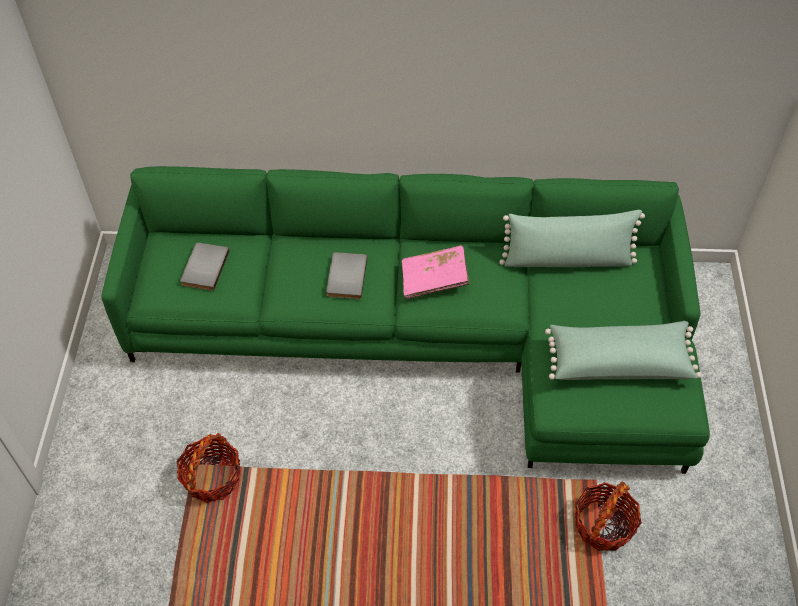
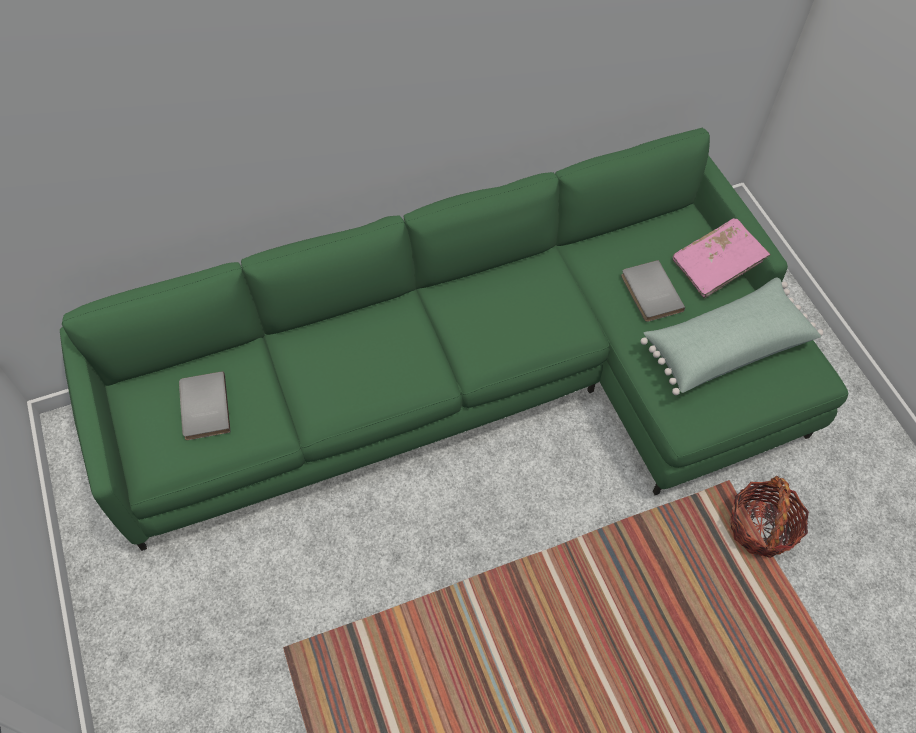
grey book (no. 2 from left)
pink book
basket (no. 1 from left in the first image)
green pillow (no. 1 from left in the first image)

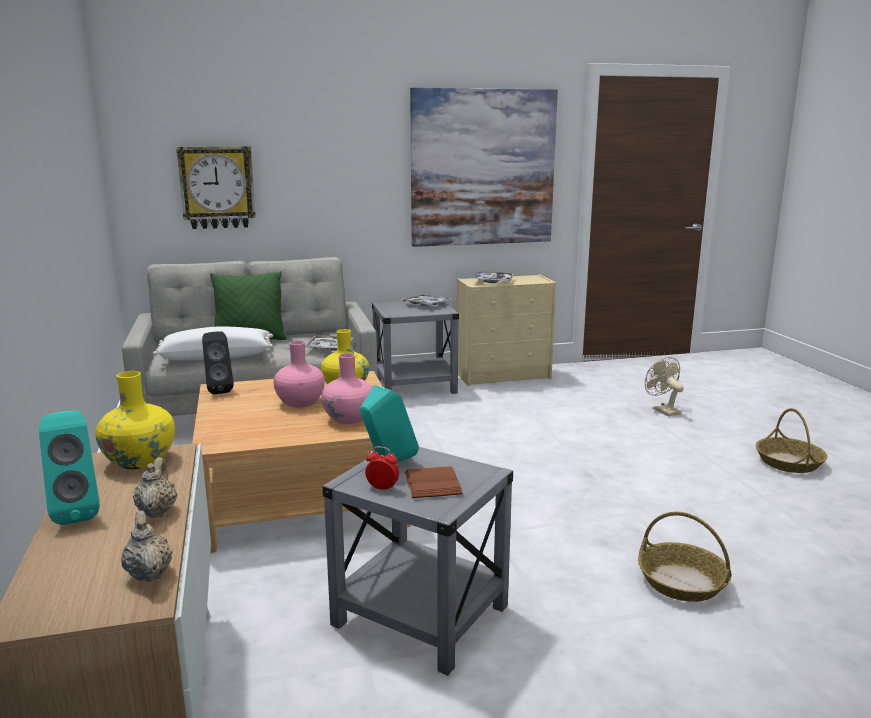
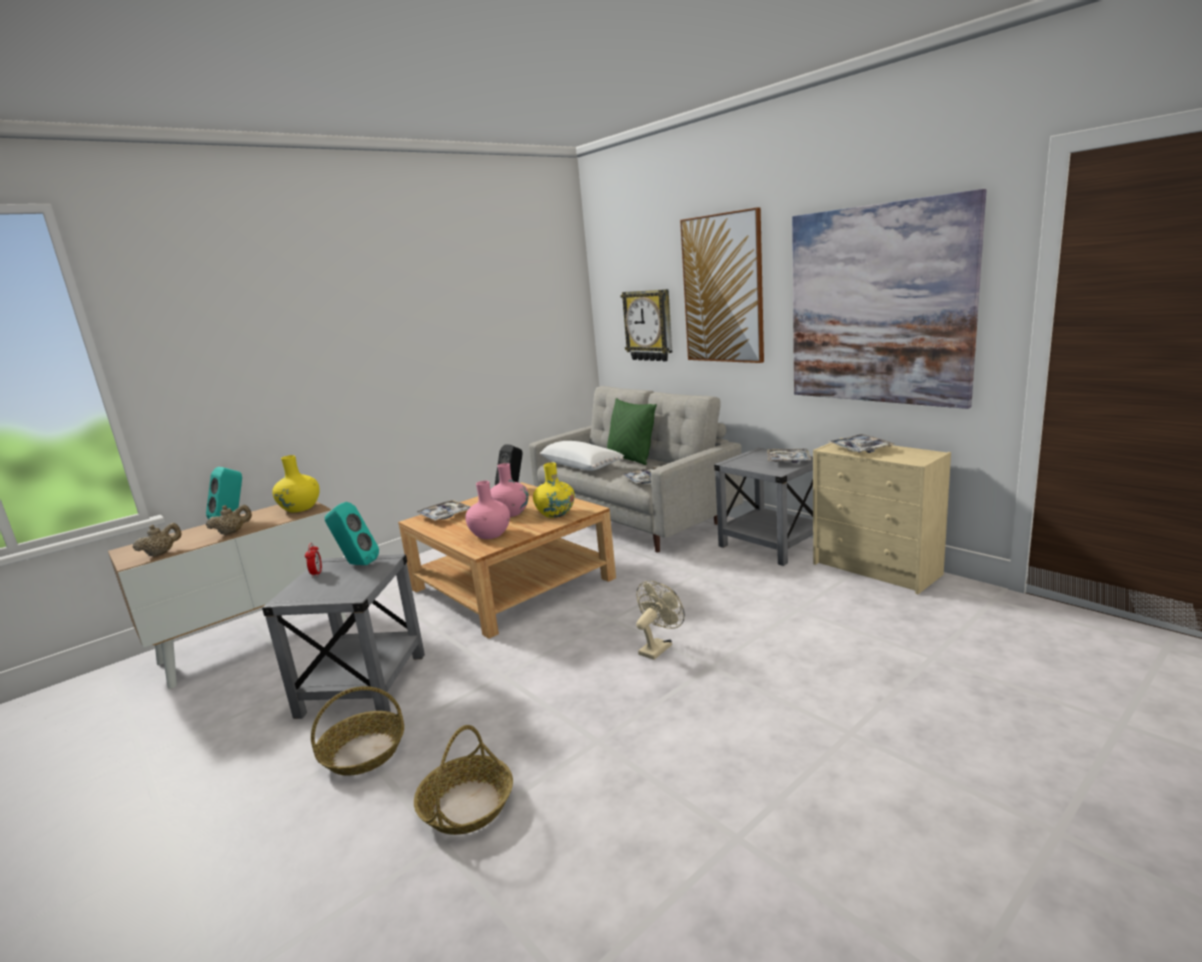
basket (no. 1 from left)
tray (no. 1 from left)
beige fan
picture (no. 1 from left)
brown book

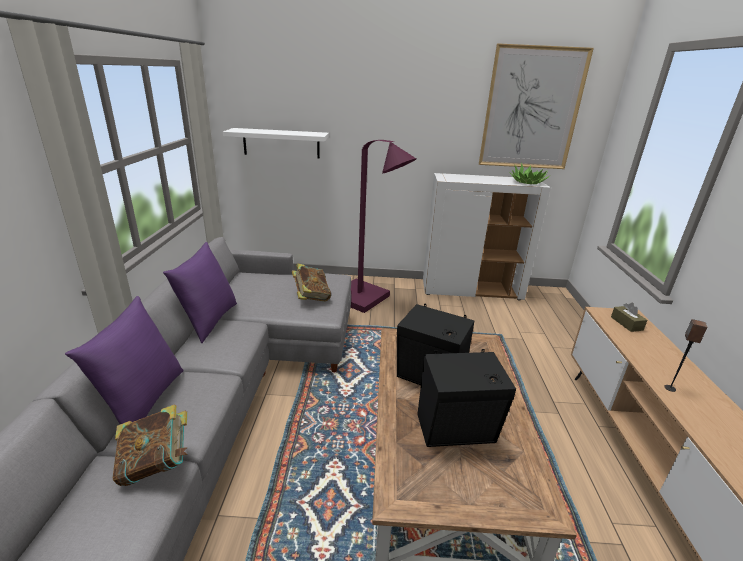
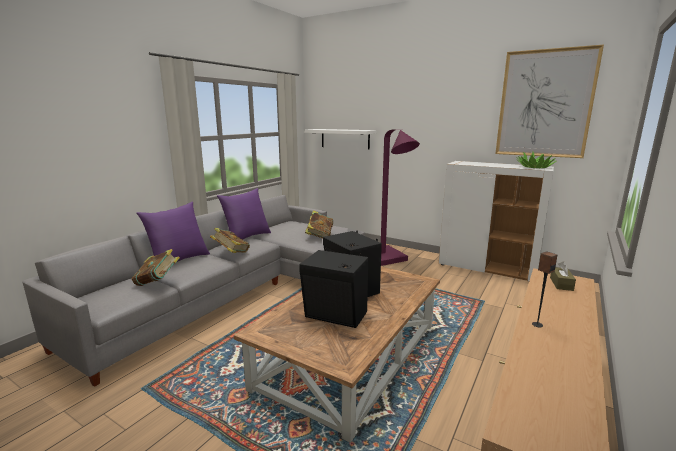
book (no. 2 from left)

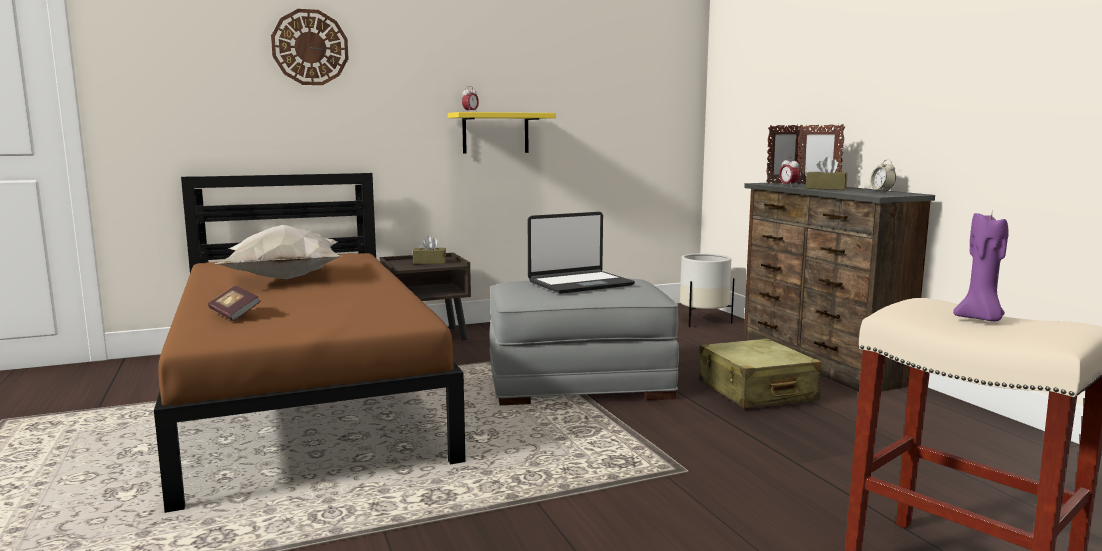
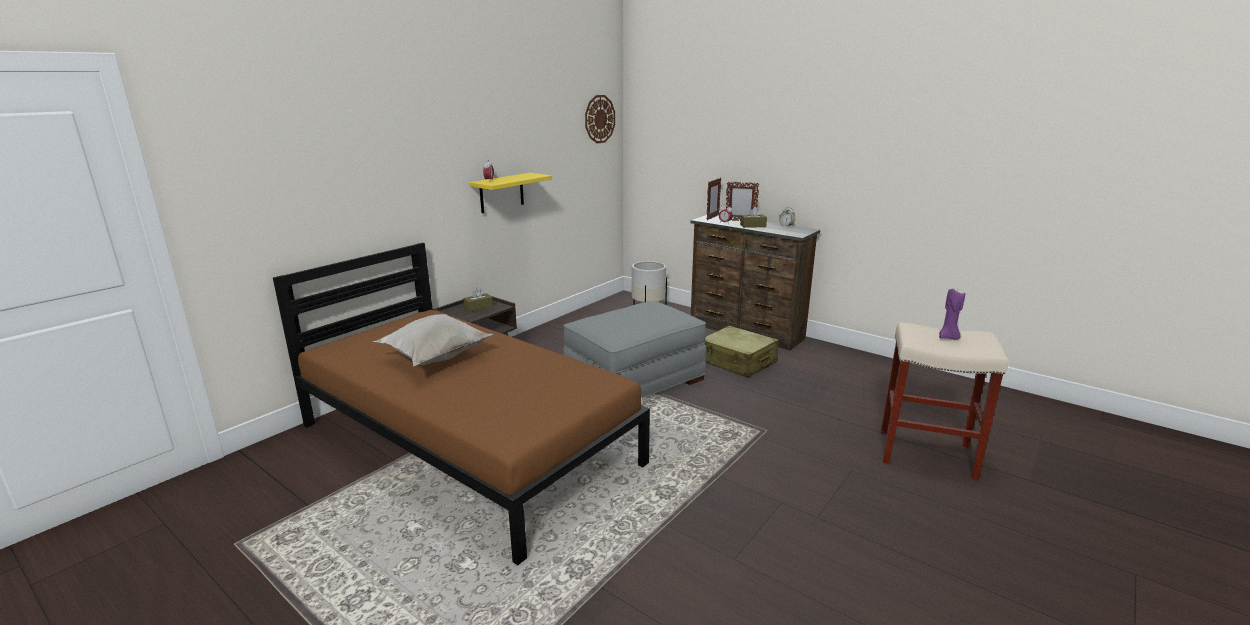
wall clock
book
laptop

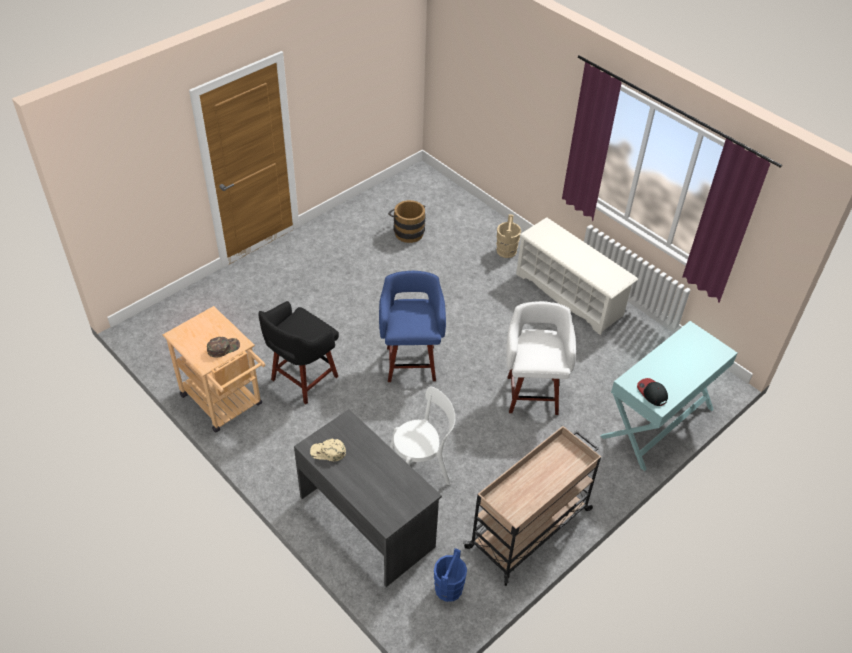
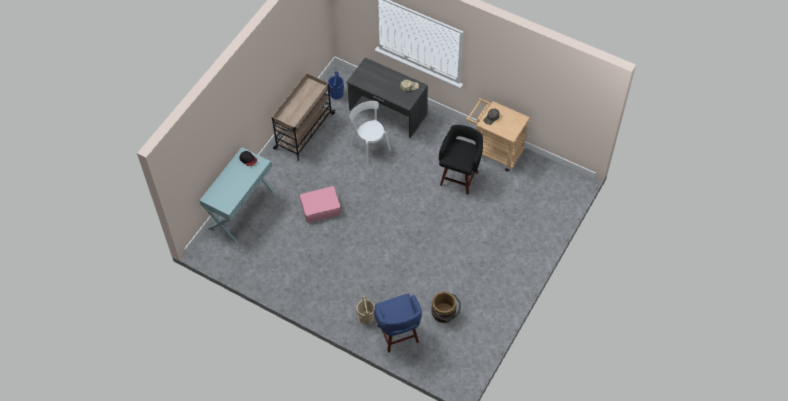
pink suitcase
white chair
blue stool
white shoe rack

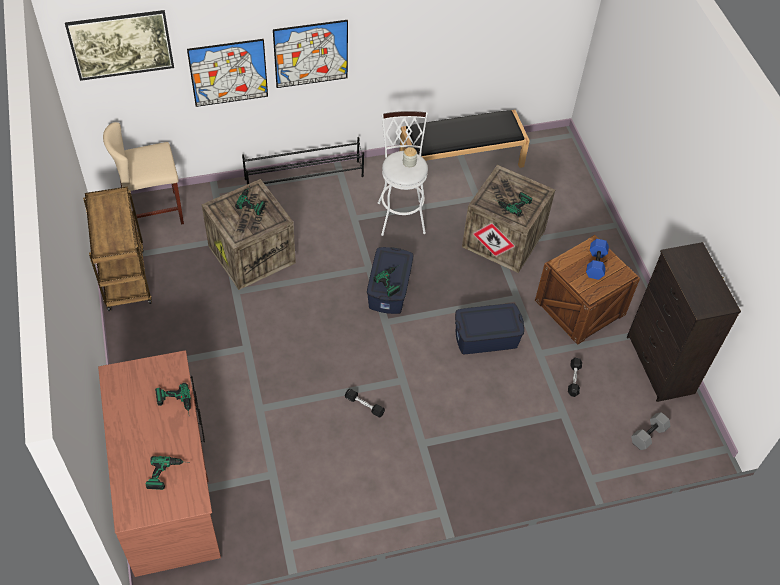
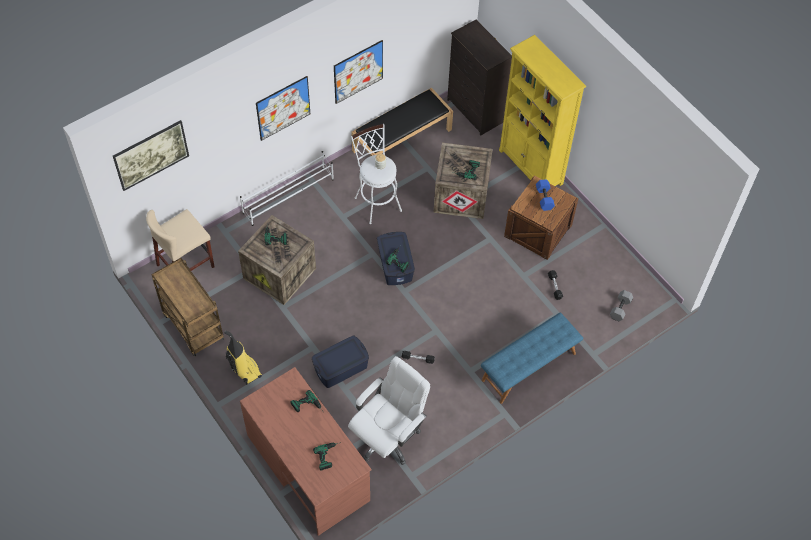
vacuum cleaner
white shoe rack
blue storage box (no. 1 from left)
picture (no. 3 from left)
white office chair
black dresser
blue bench
yellow bookcase

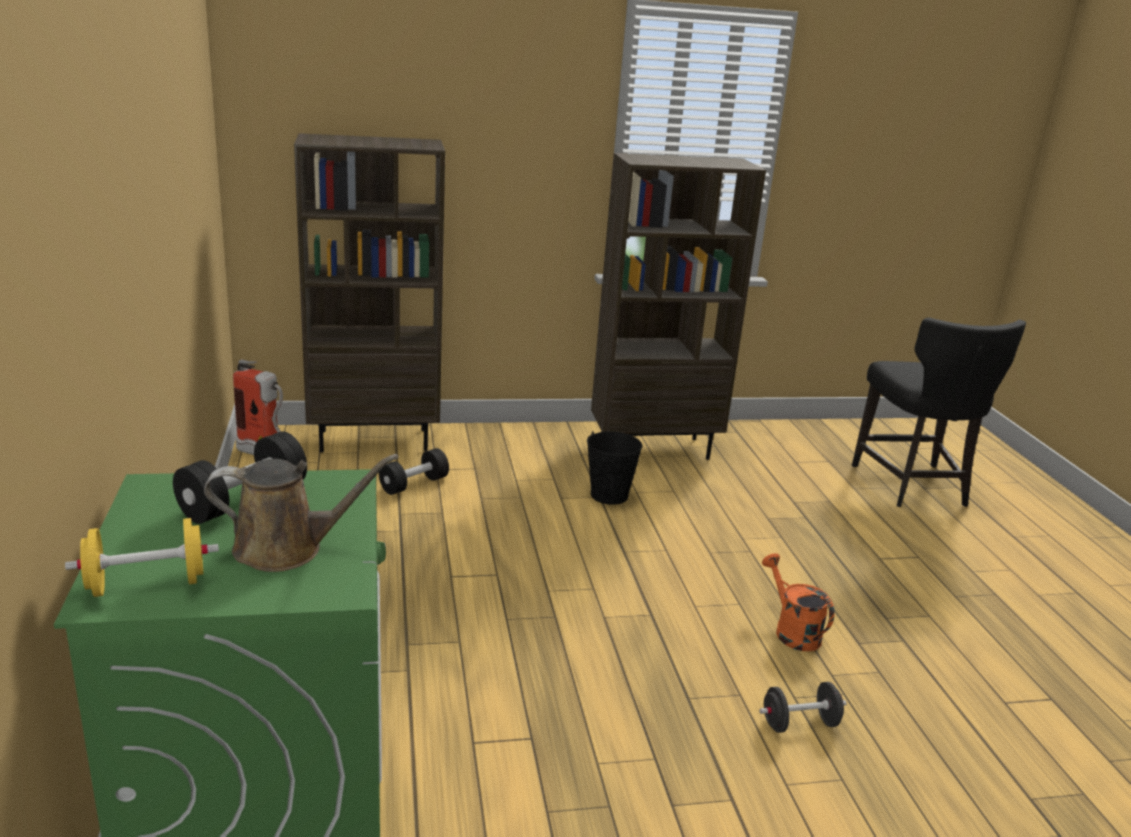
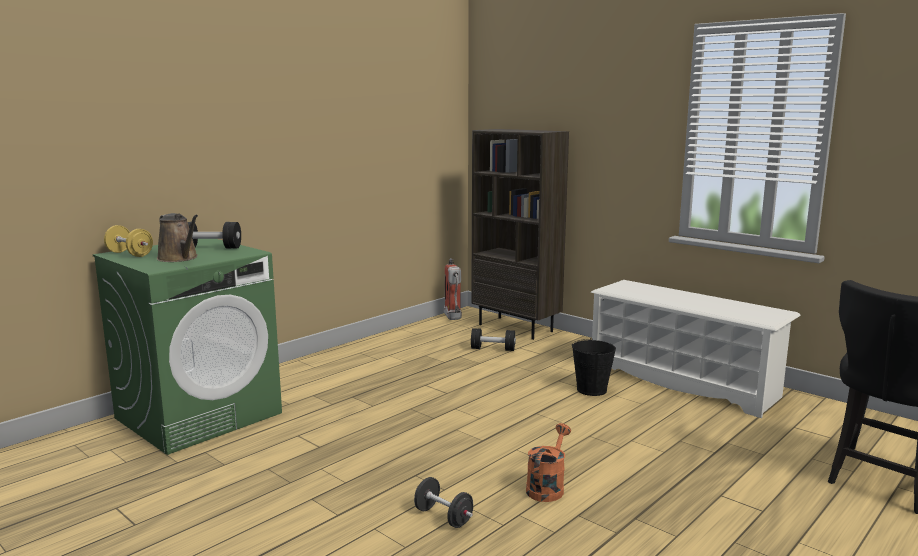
white shoe rack

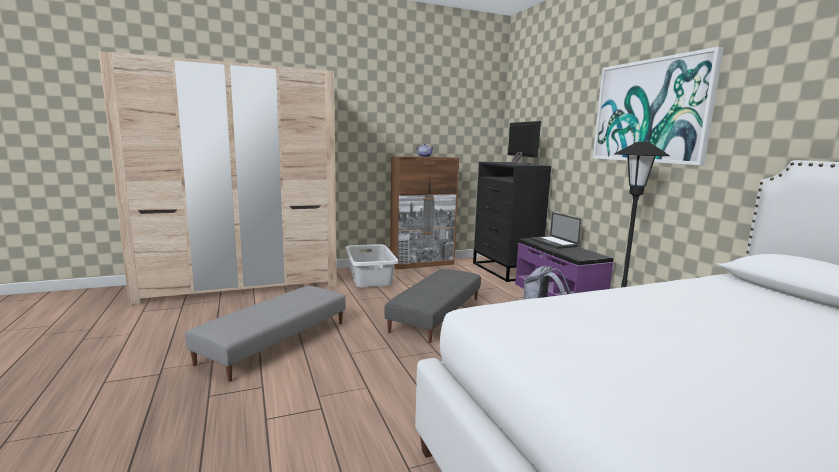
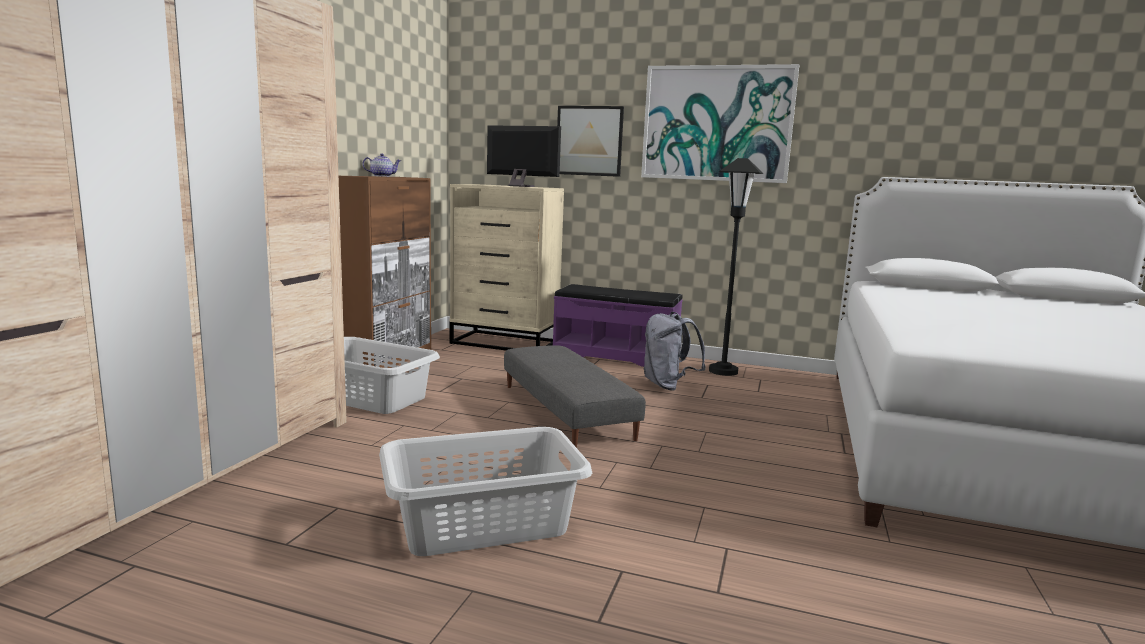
grey laundry basket (no. 2 from left)
beige dresser
picture (no. 1 from left)
laptop

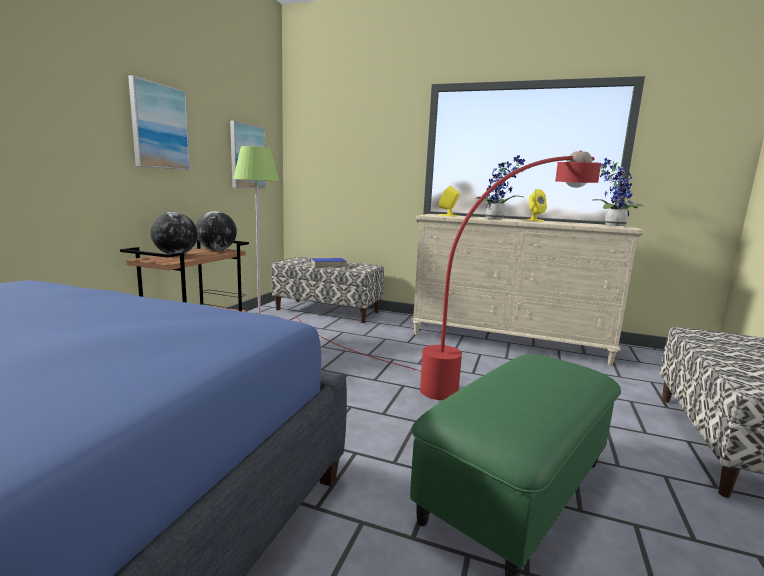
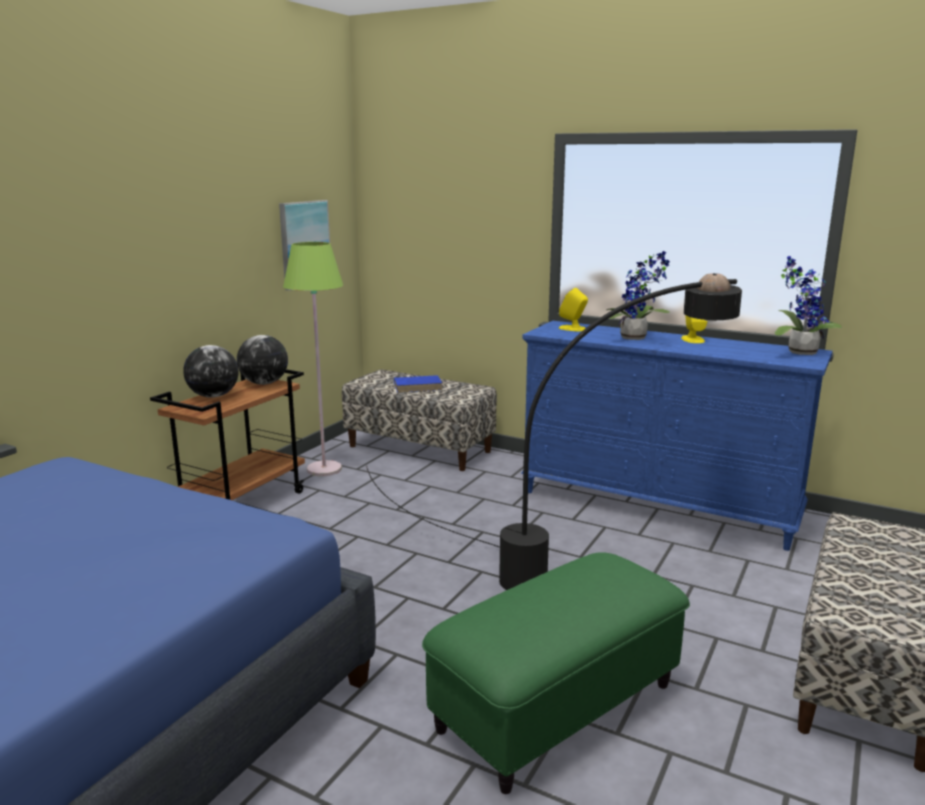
black floor lamp
blue dresser
picture (no. 1 from left in the first image)

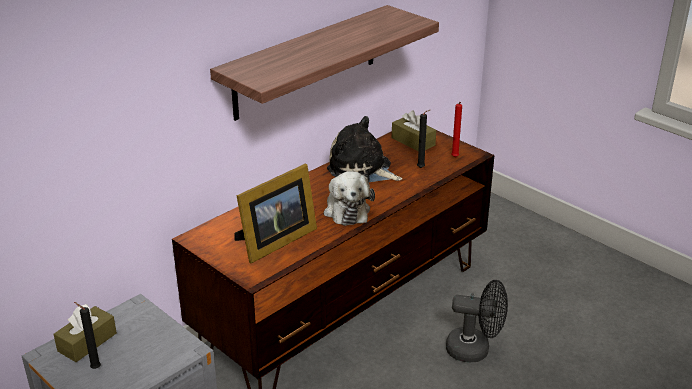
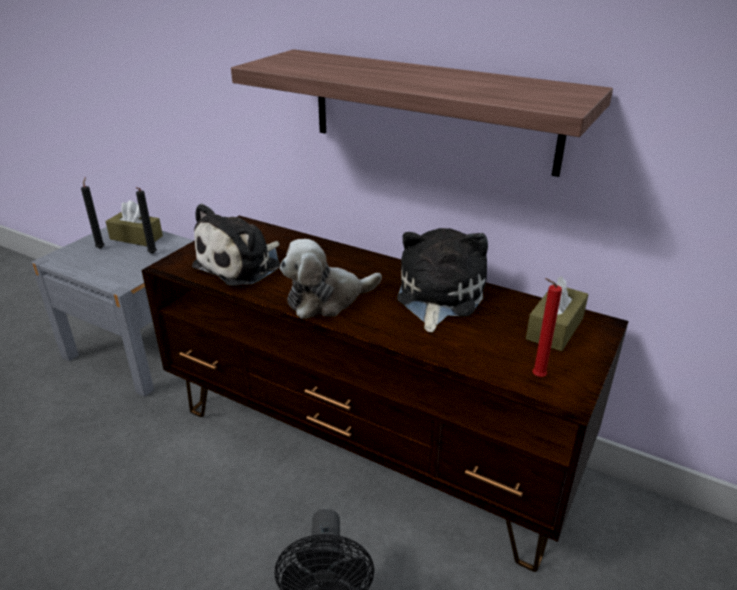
black candle (no. 2 from left)
plush toy (no. 1 from left)

